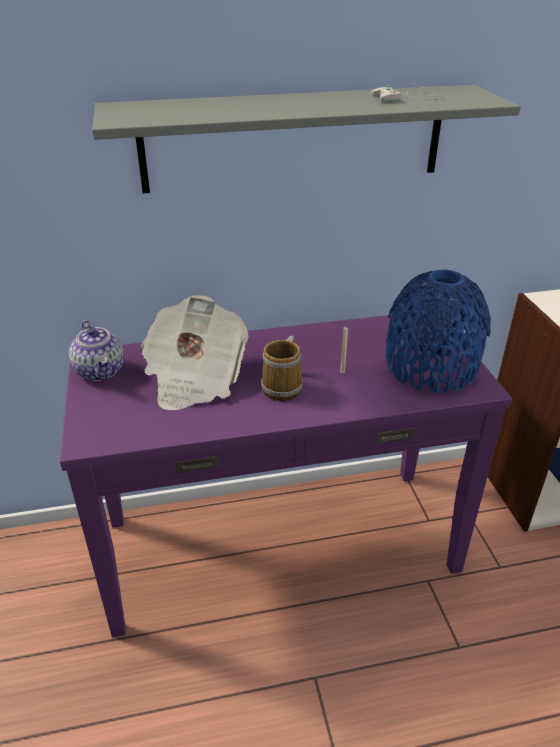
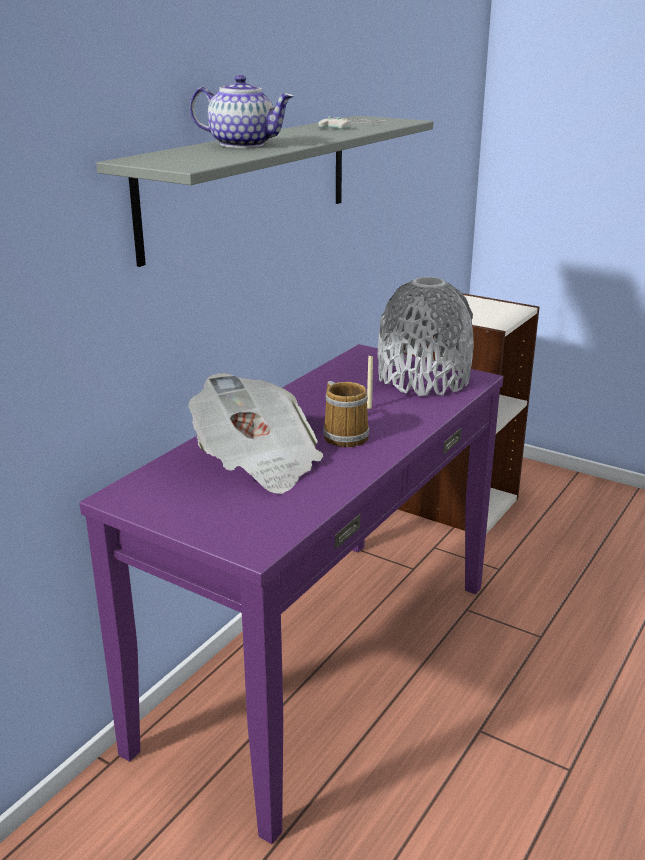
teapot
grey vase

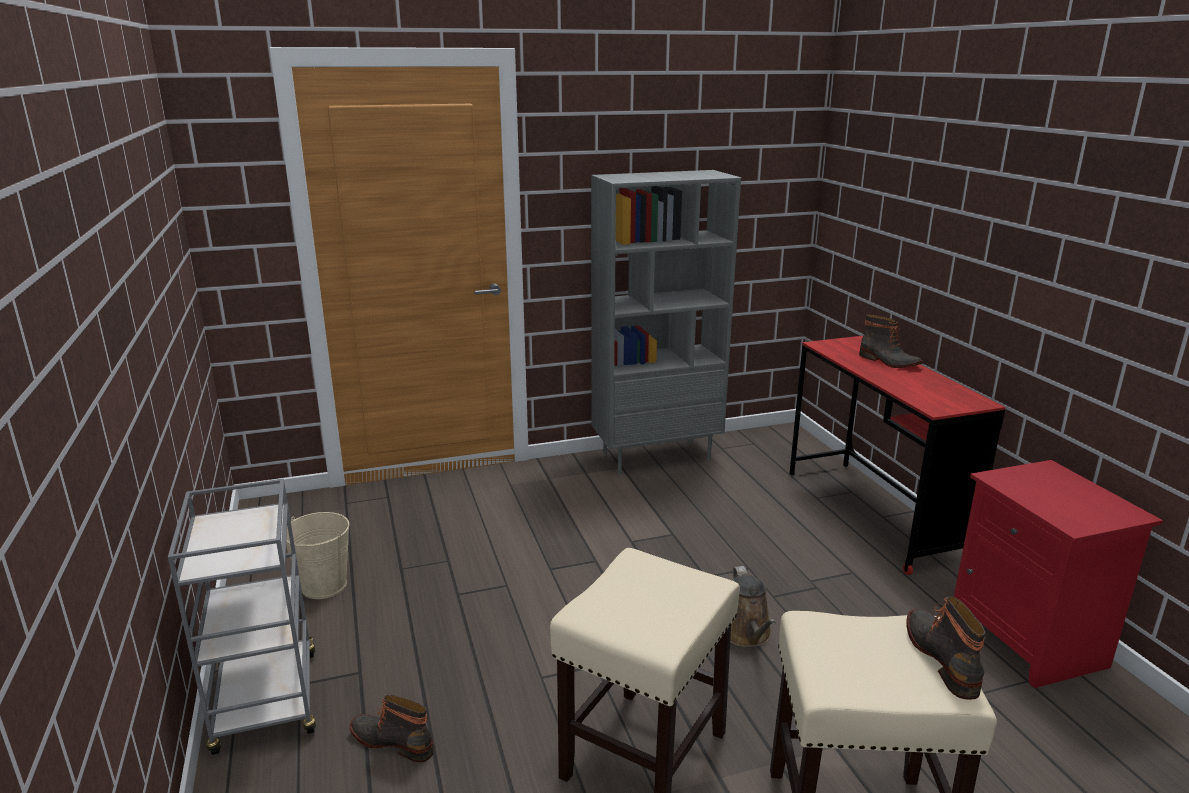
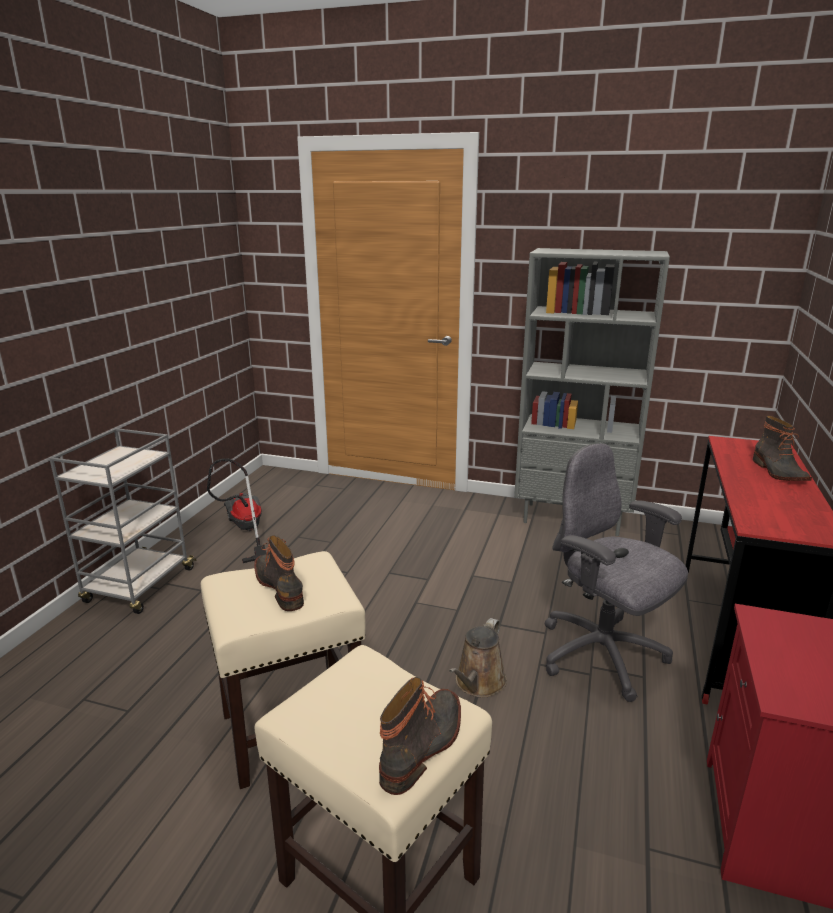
vacuum cleaner
boot (no. 1 from left)
grey office chair

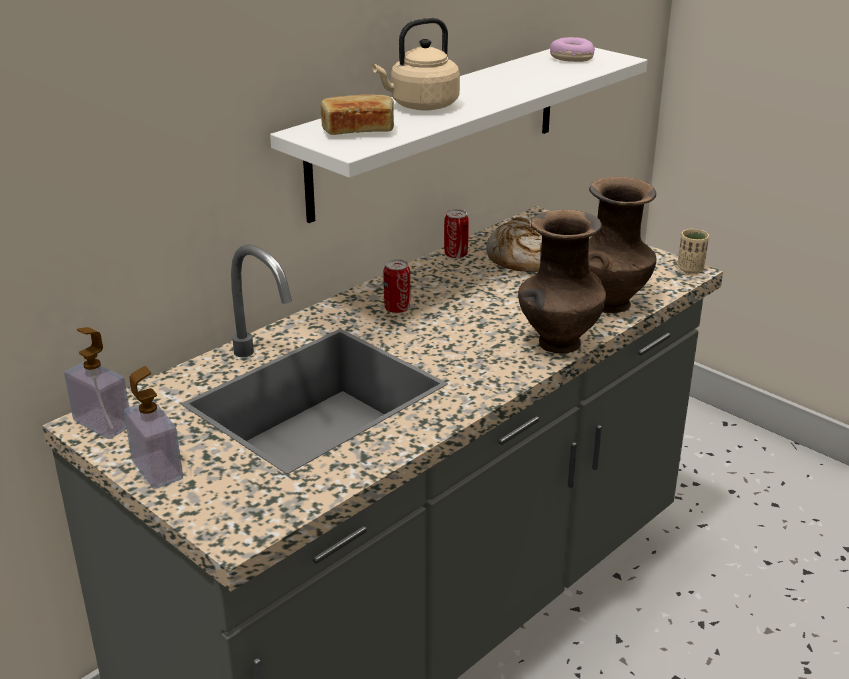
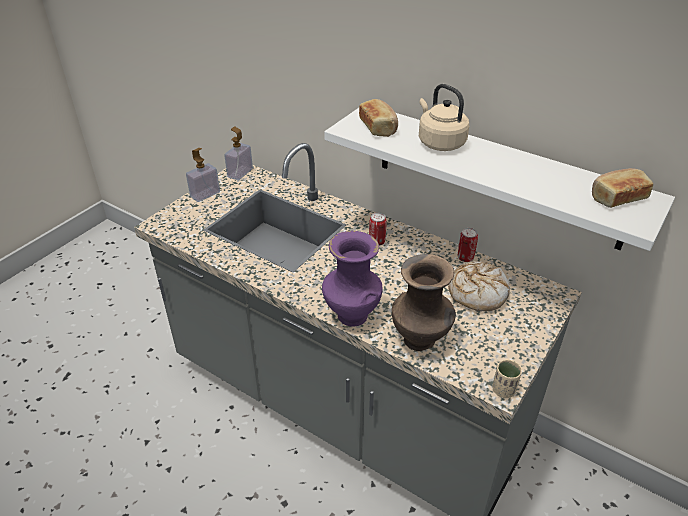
purple vase
bread (no. 3 from left)

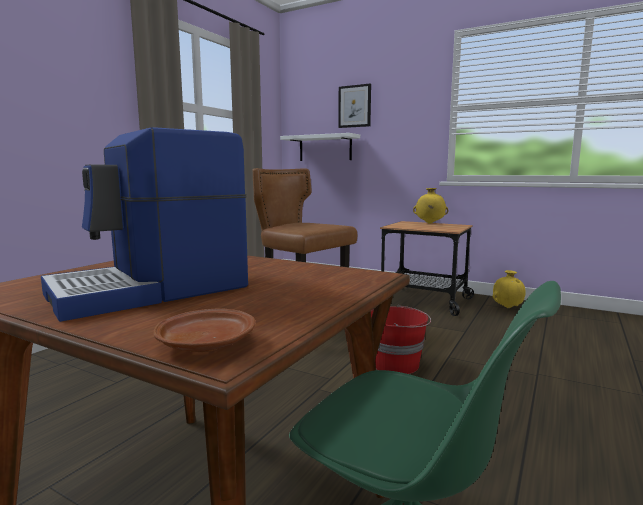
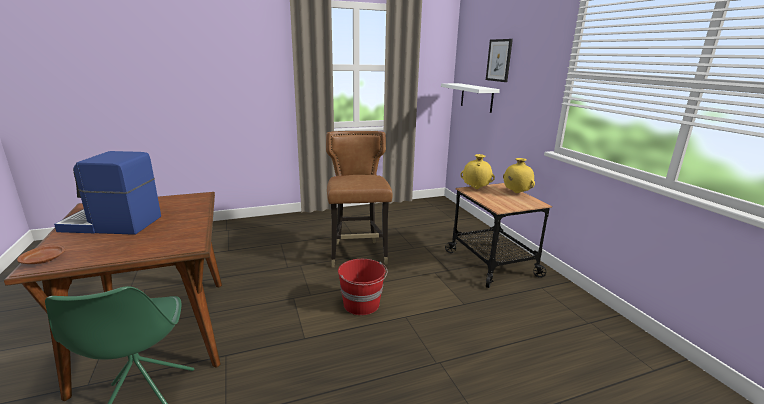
yellow vase (no. 1 from left)

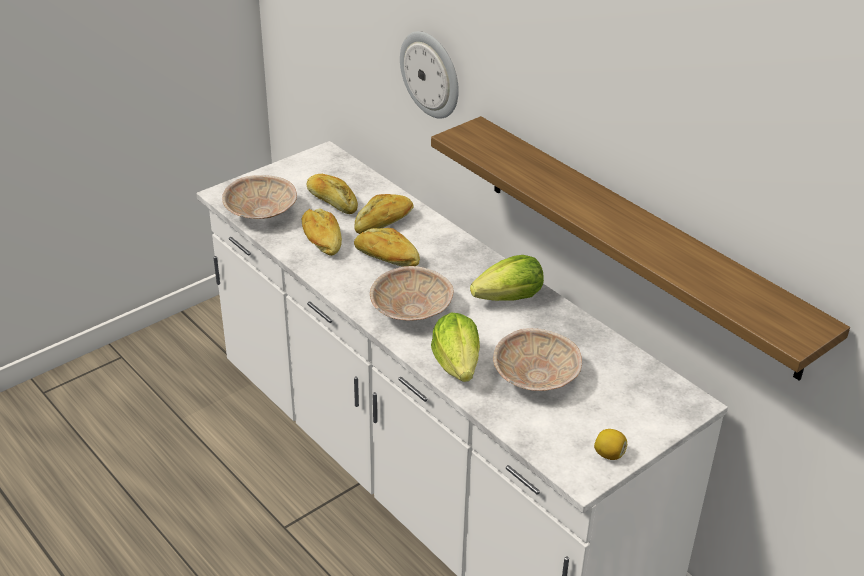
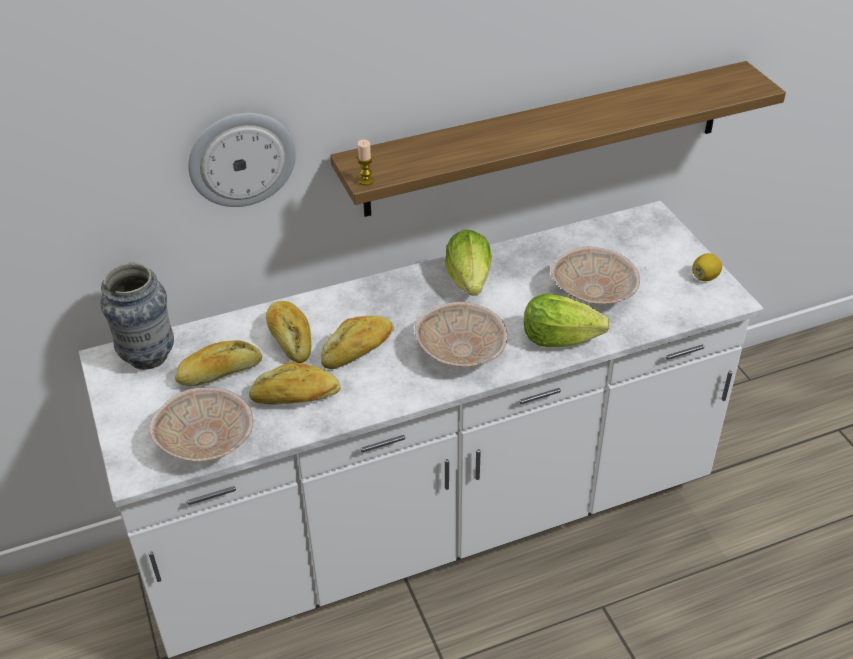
vase
candle

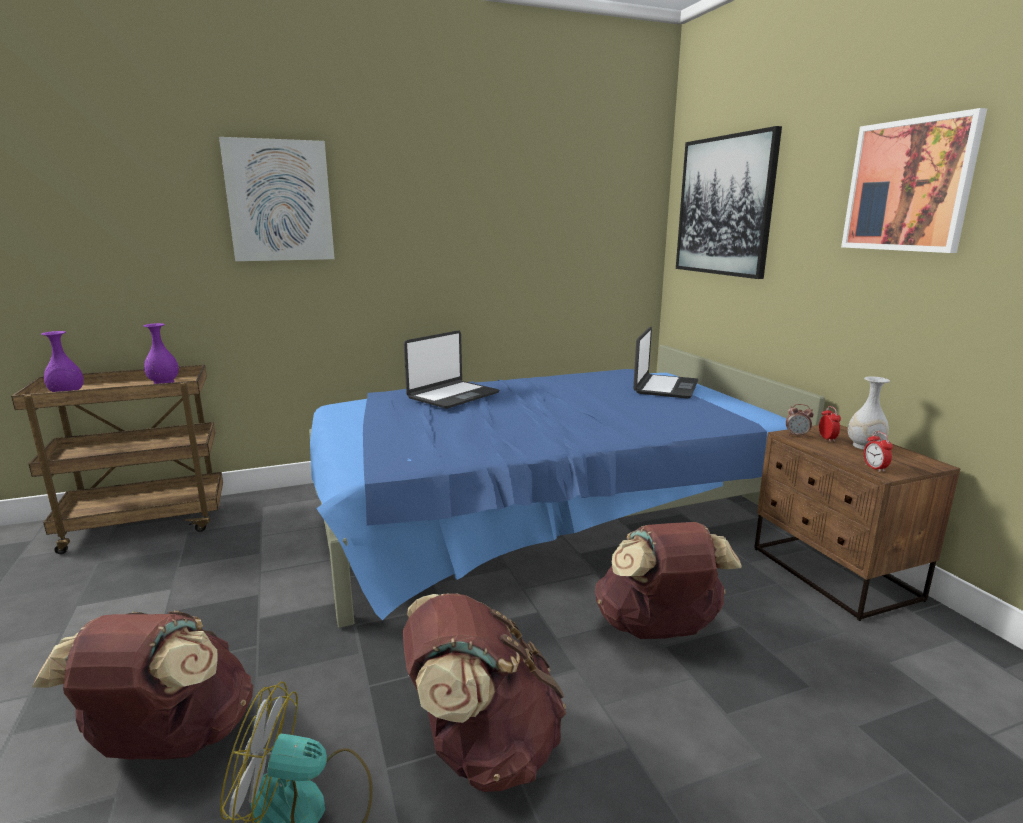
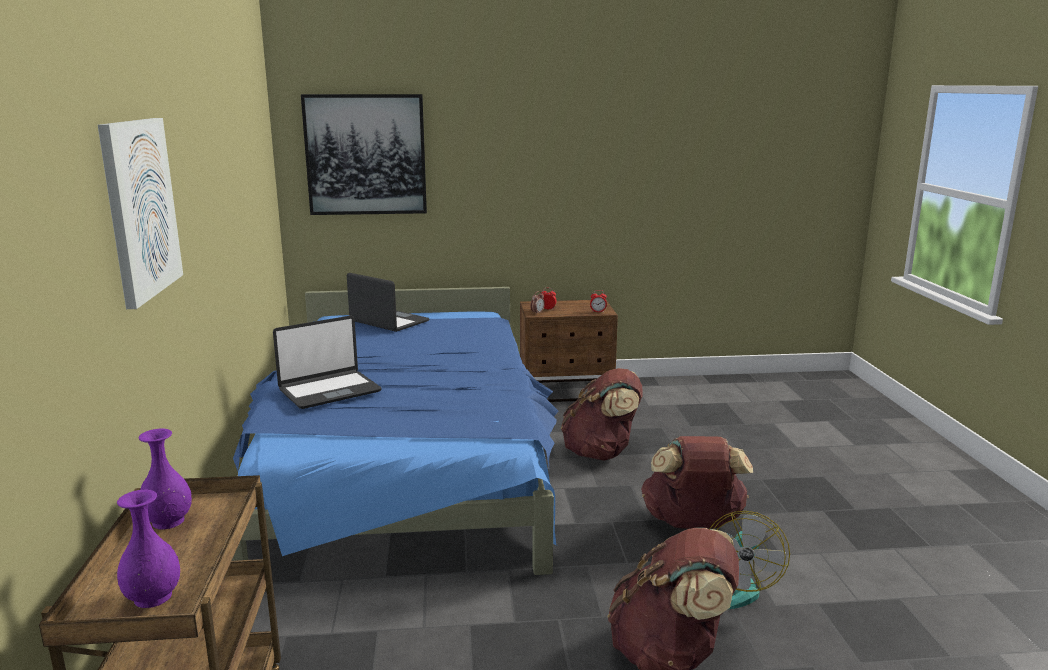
laptop (no. 1 from left)
picture (no. 3 from left in the first image)
white vase

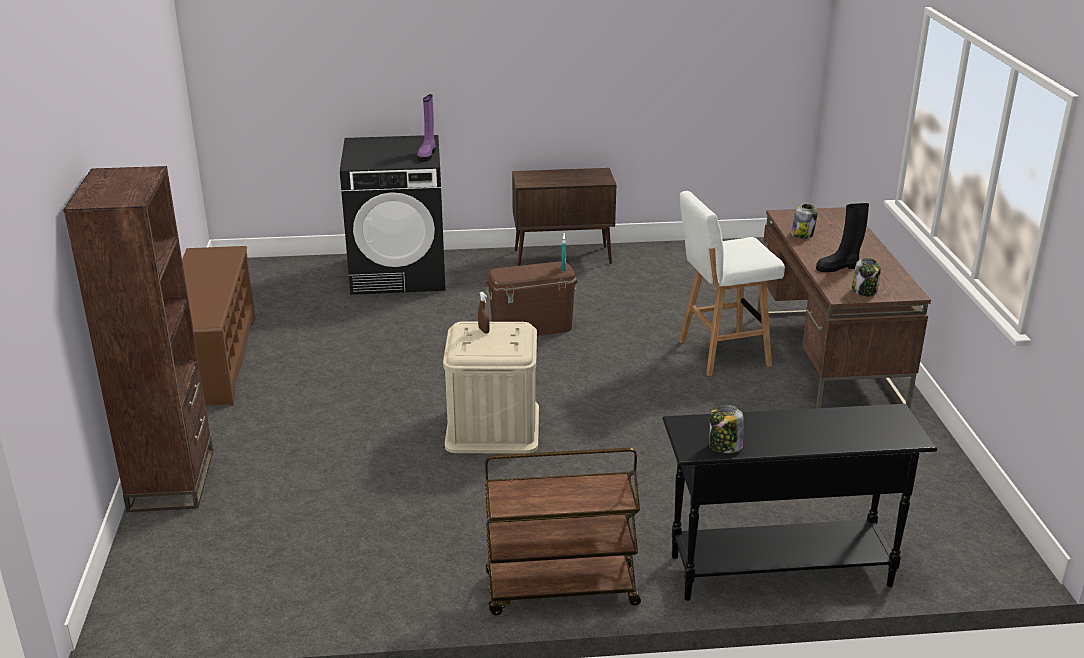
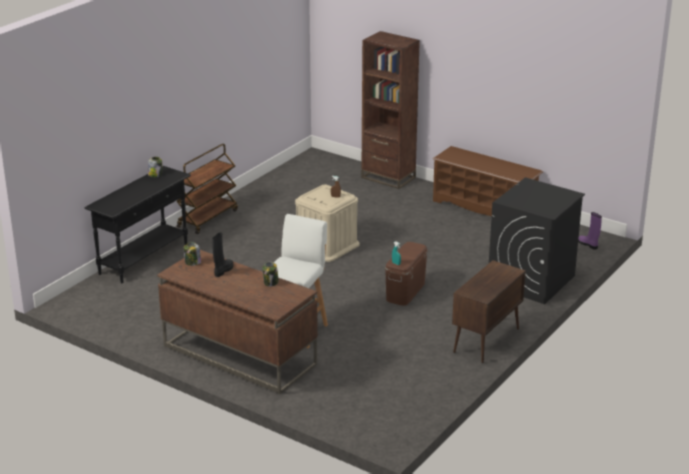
purple boot

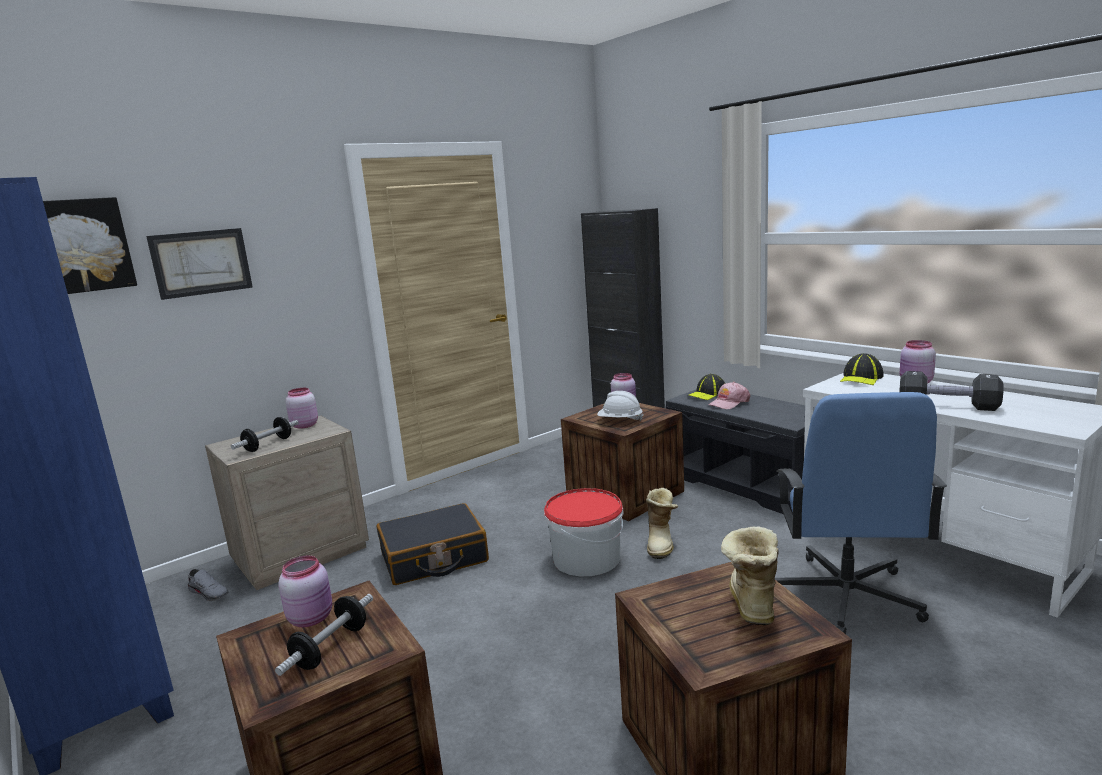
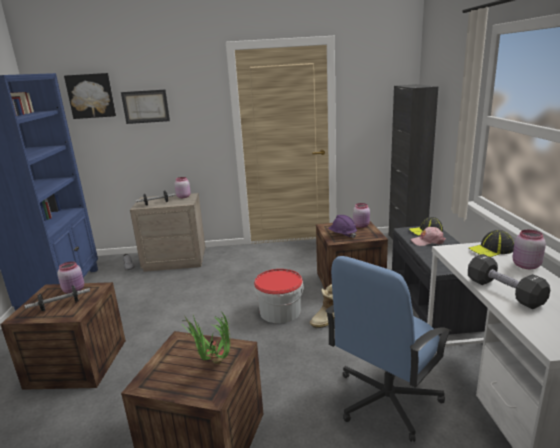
potted plant
purple hard hat
black suitcase

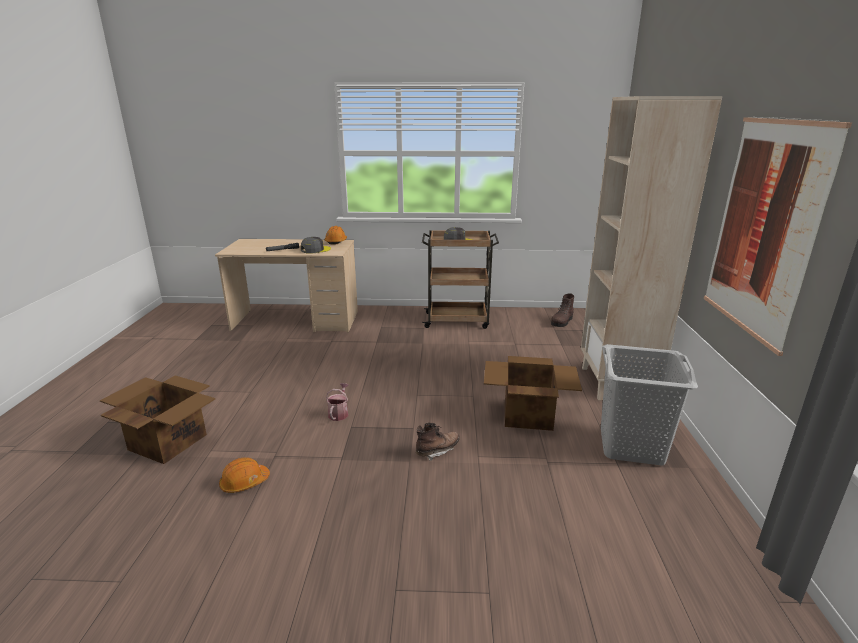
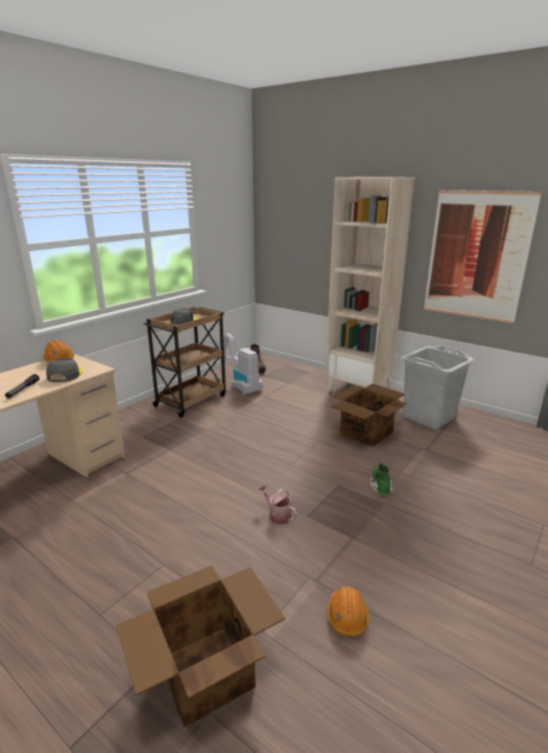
vacuum cleaner
green boot

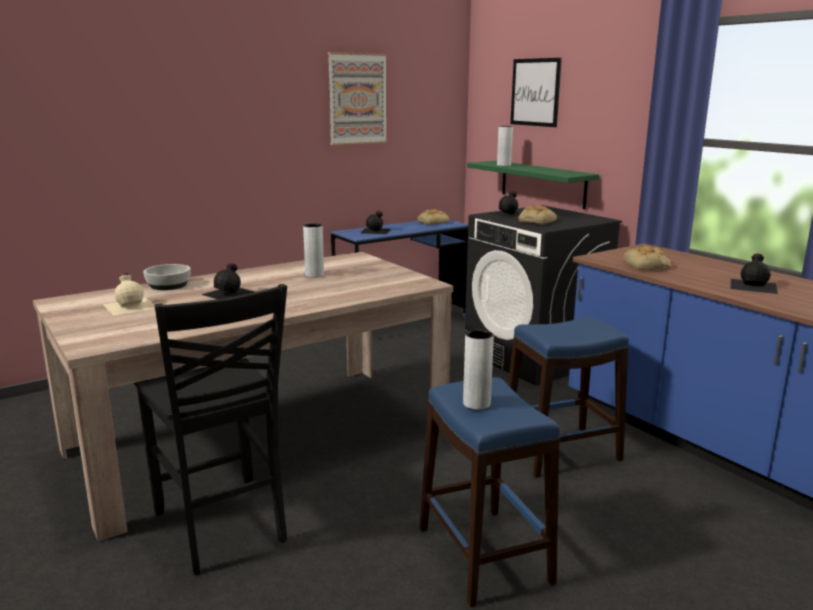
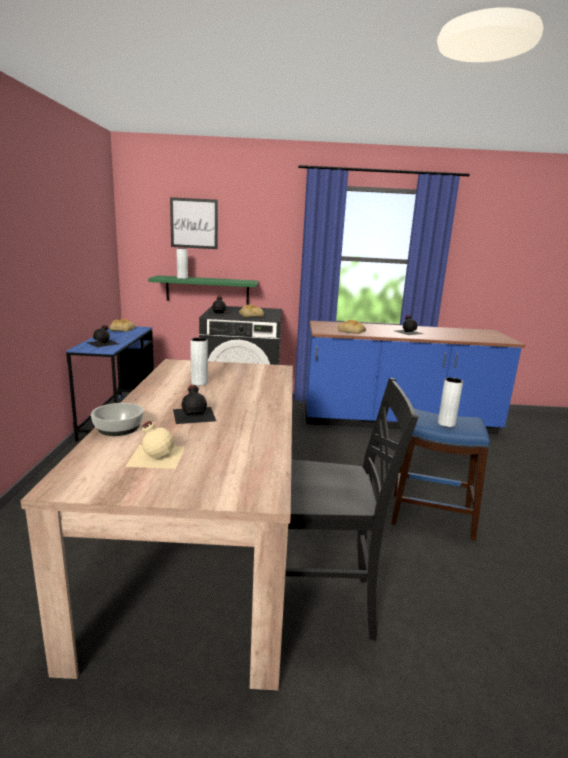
picture (no. 1 from left in the first image)
blue stool (no. 2 from left in the first image)

